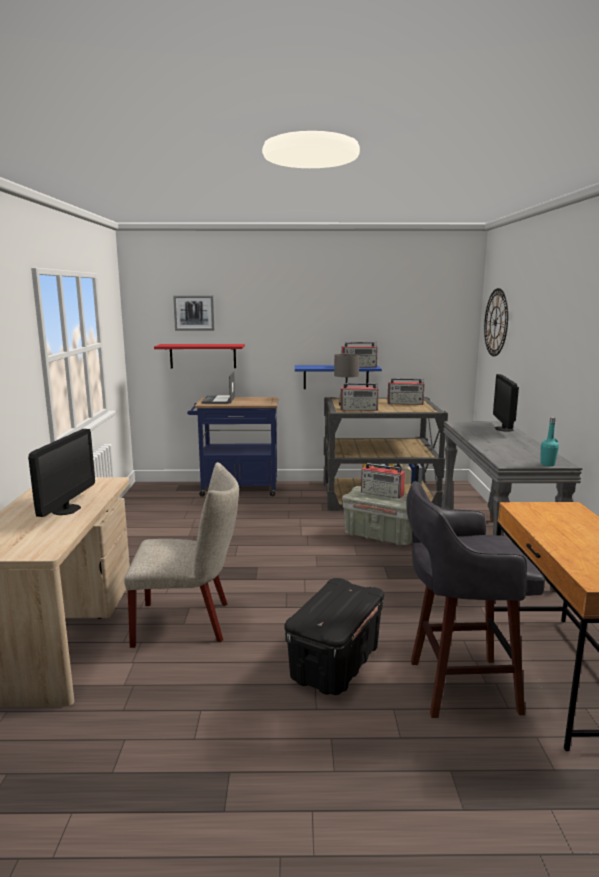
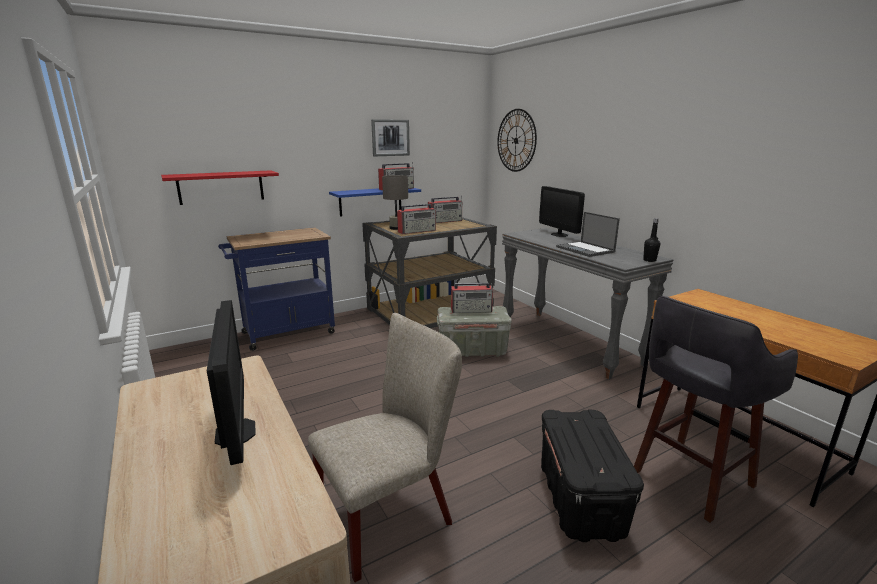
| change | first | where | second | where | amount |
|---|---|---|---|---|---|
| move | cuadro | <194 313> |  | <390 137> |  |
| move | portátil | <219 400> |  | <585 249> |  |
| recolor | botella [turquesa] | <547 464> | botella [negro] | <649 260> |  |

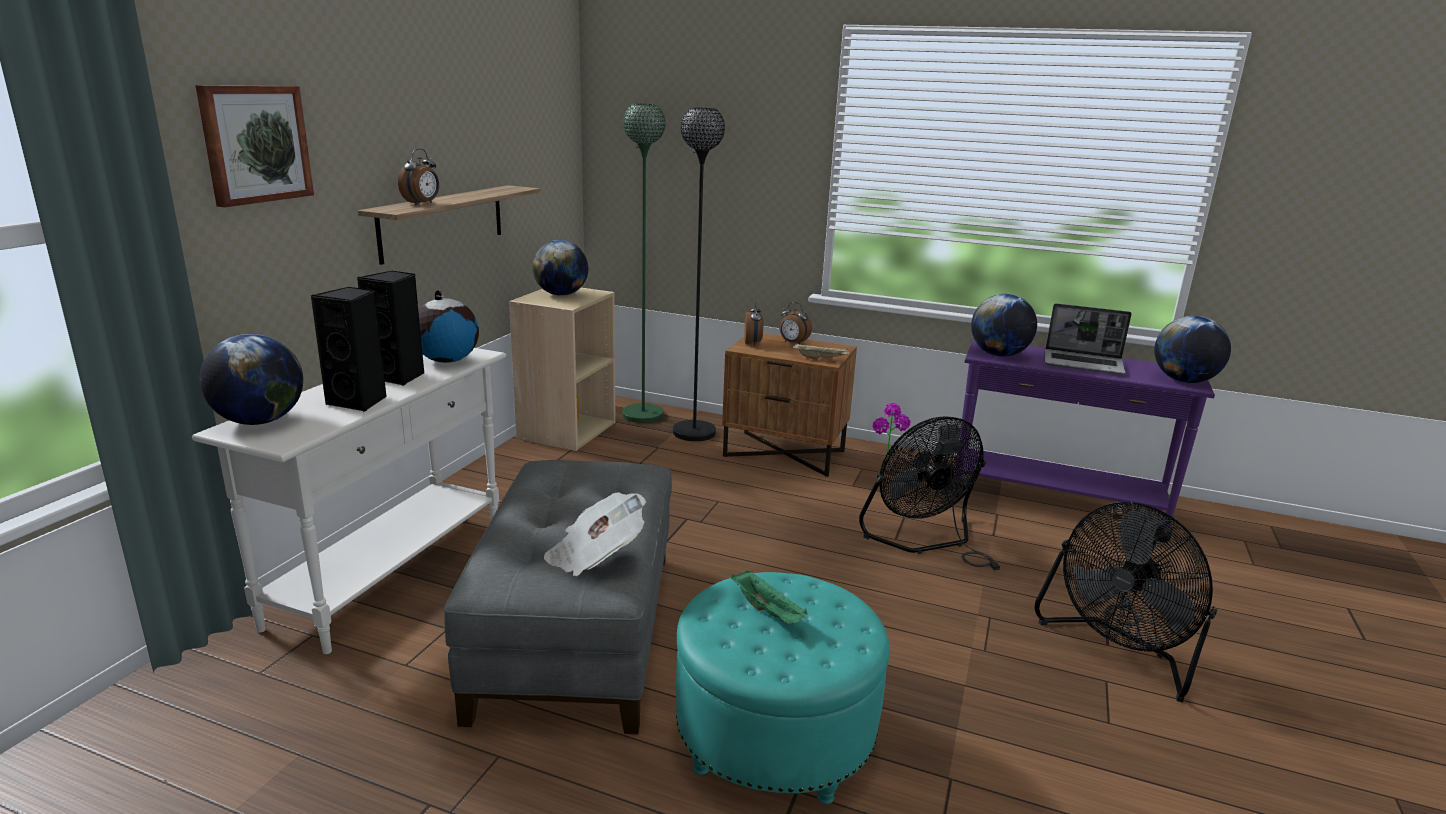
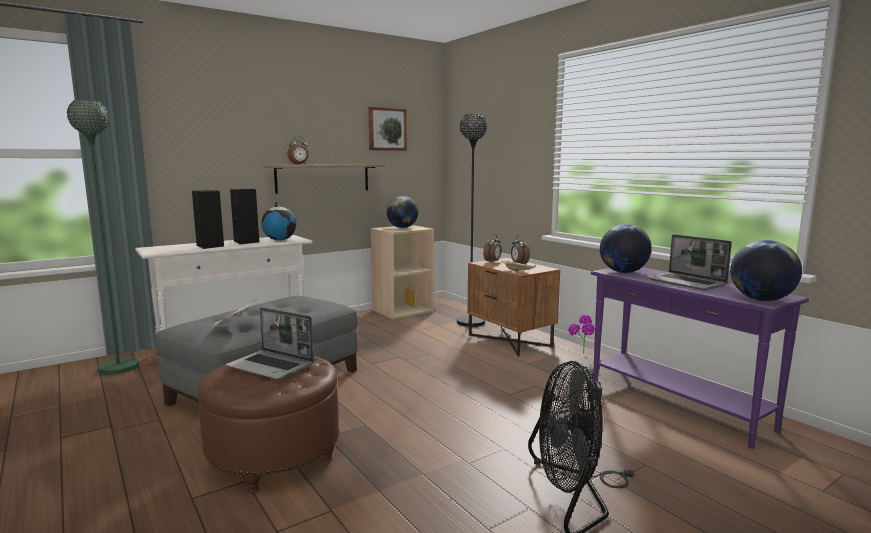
| change | first | where | second | where | amount |
|---|---|---|---|---|---|
| move | cuadro | <255 144> |  | <387 129> |  |
| move | lámpara de pie [verde] | <643 415> |  | <118 367> |  |
| delete | globo terráqueo | <259 421> |  |  |  |
| delete | ventilador [negro] | <933 540> |  |  |  |
| replace | bandeja [verde] | <768 611> | portátil | <272 366> |  |
| recolor | puf [turquesa] | <774 739> | puf [marrón] | <274 456> |  |

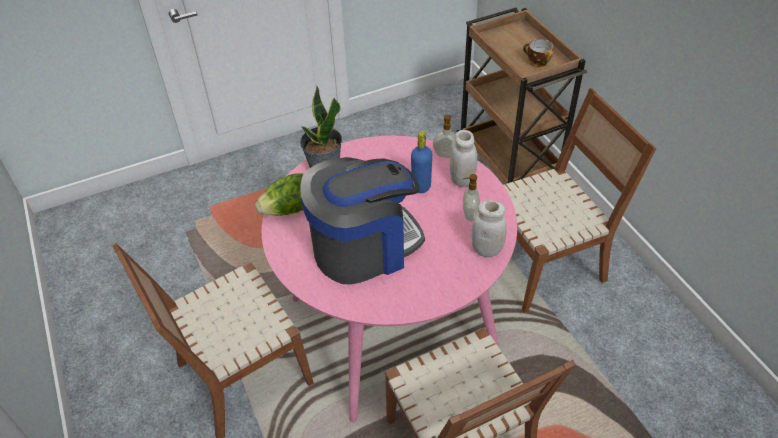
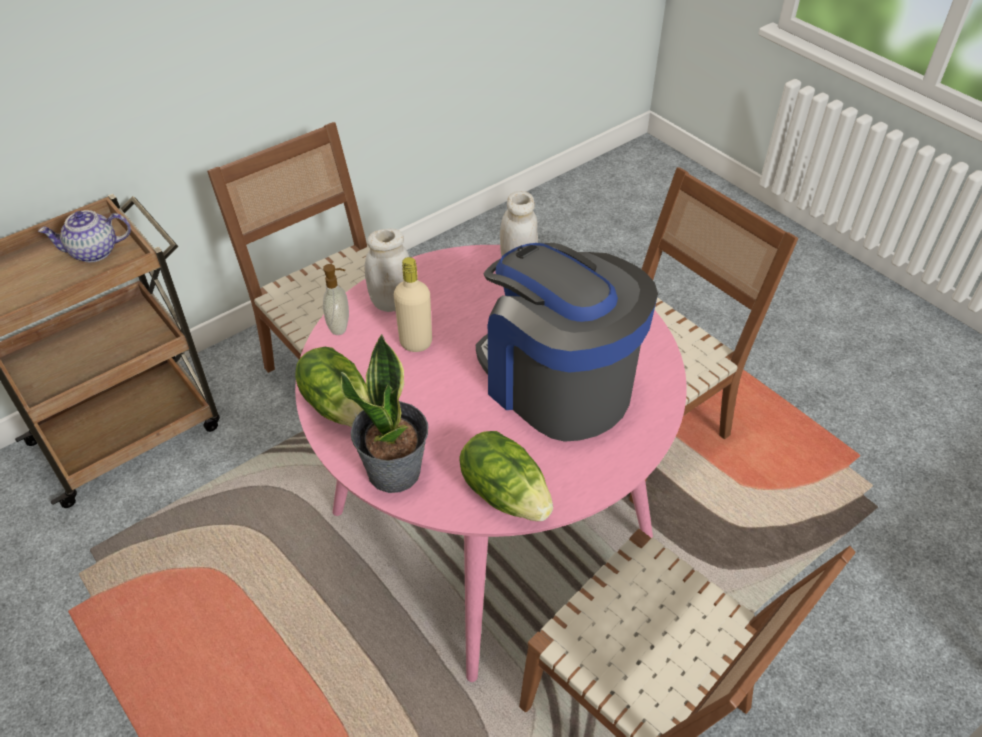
| change | first | where | second | where | amount |
|---|---|---|---|---|---|
| replace | taza | <537 62> | tetera | <94 252> |  |
| recolor | botella [azul] | <421 186> | botella [beis] | <416 343> |  |
| delete | dispensador de jabón | <469 214> |  |  |  |
| insert |  |  | lechuga | <339 406> |  |

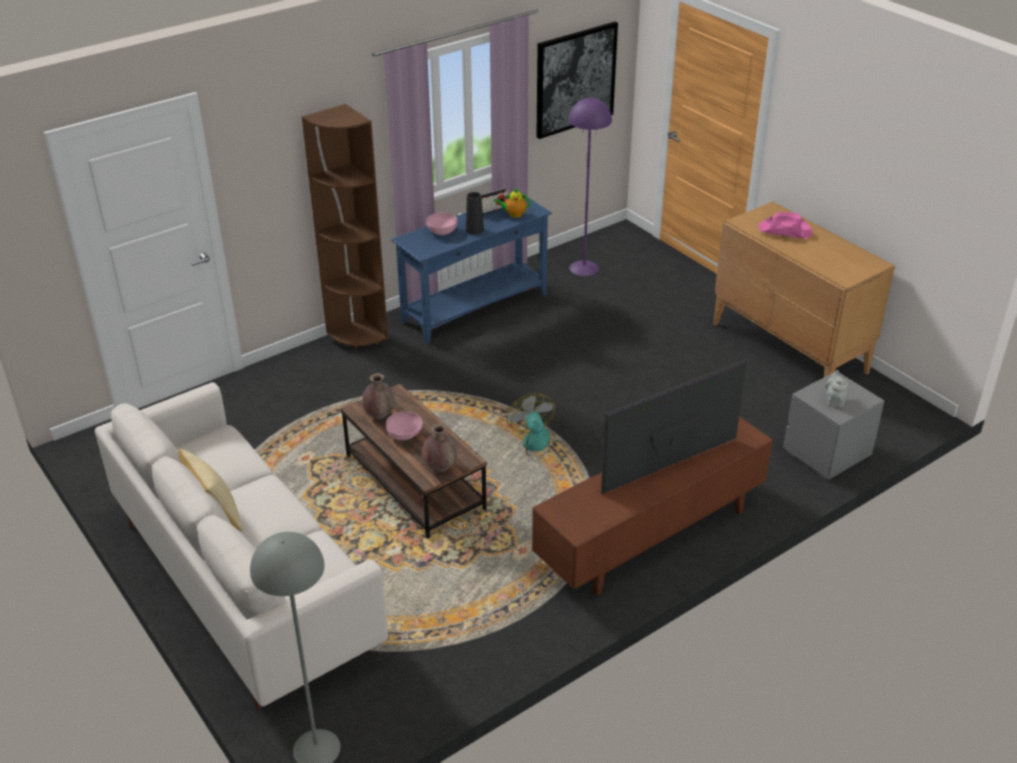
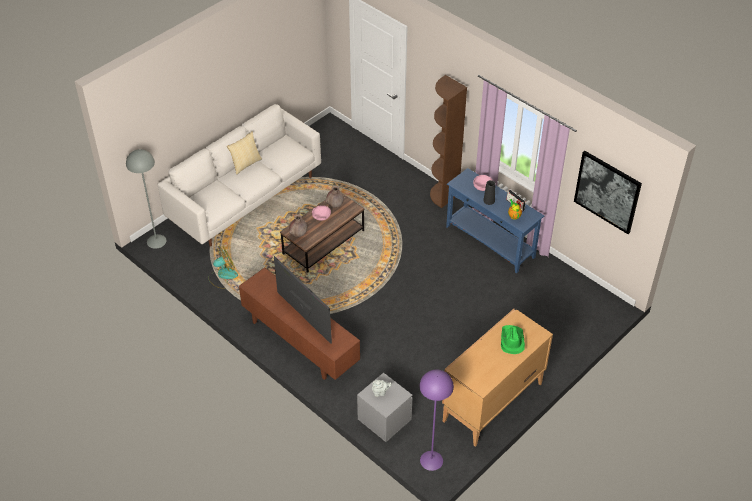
| change | first | where | second | where | amount |
|---|---|---|---|---|---|
| move | lámpara de pie [morado] | <584 268> |  | <431 460> |  |
| recolor | sombrero [rosa] | <785 231> | sombrero [verde] | <512 340> |  |
| move | ventilador | <539 446> |  | <222 276> |  |

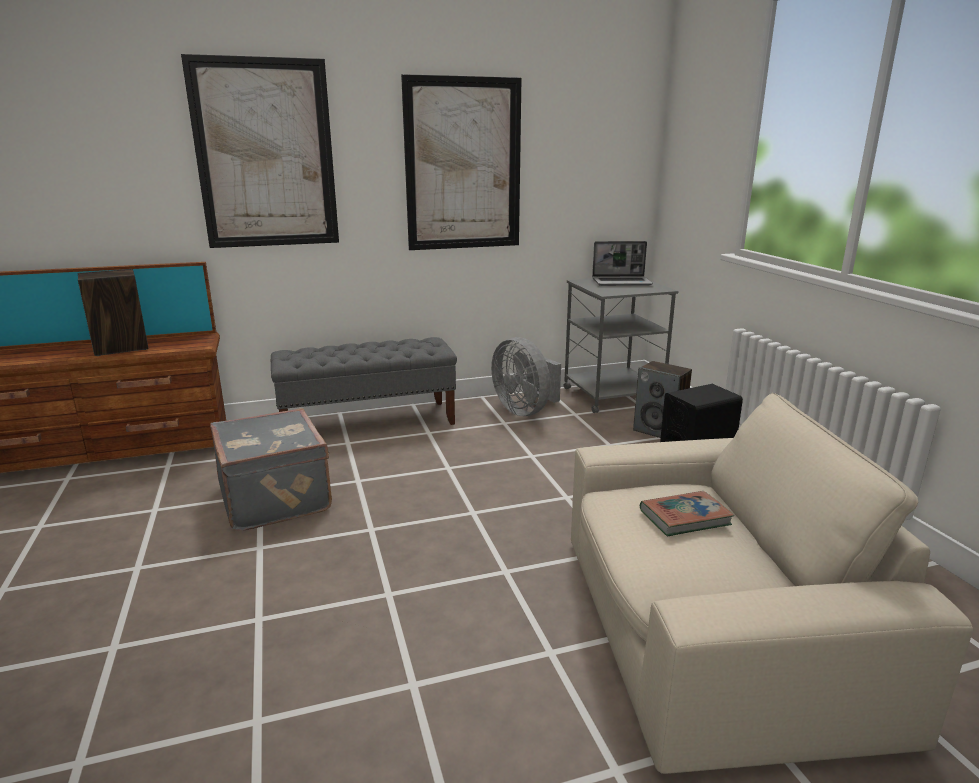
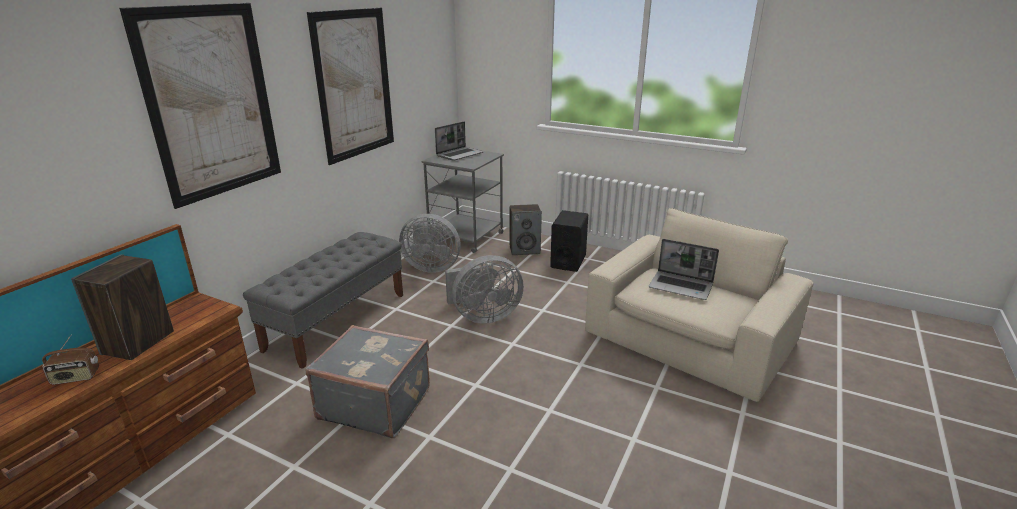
| change | first | where | second | where | amount |
|---|---|---|---|---|---|
| replace | libro | <685 518> | portátil | <681 286> |  |
| insert |  |  | ventilador [gris] | <483 316> |  |
| insert |  |  | radio | <75 378> |  |

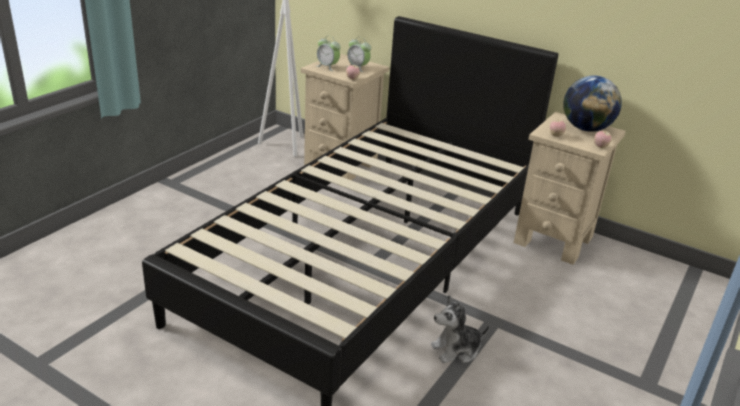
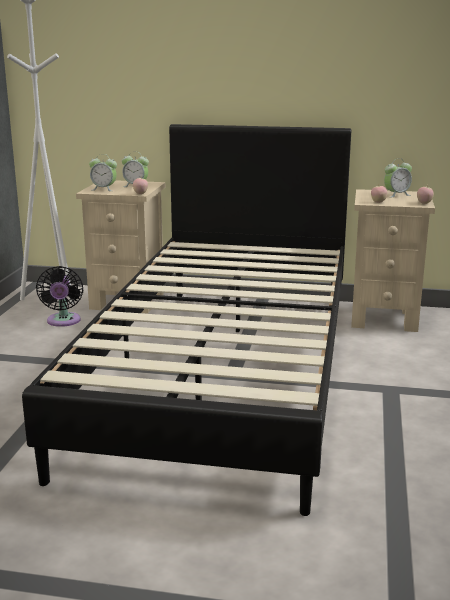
| change | first | where | second | where | amount |
|---|---|---|---|---|---|
| replace | globo terráqueo | <586 129> | despertador | <396 195> |  |
| delete | peluche | <456 350> |  |  |  |
| insert |  |  | ventilador [negro] | <63 321> |  |

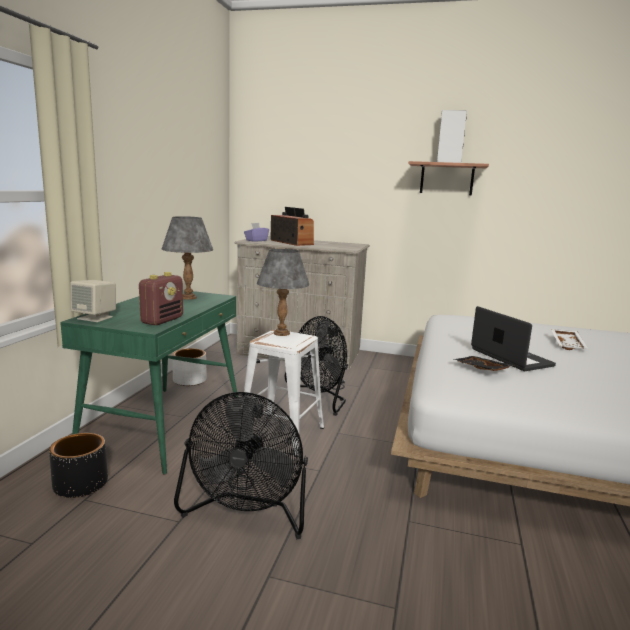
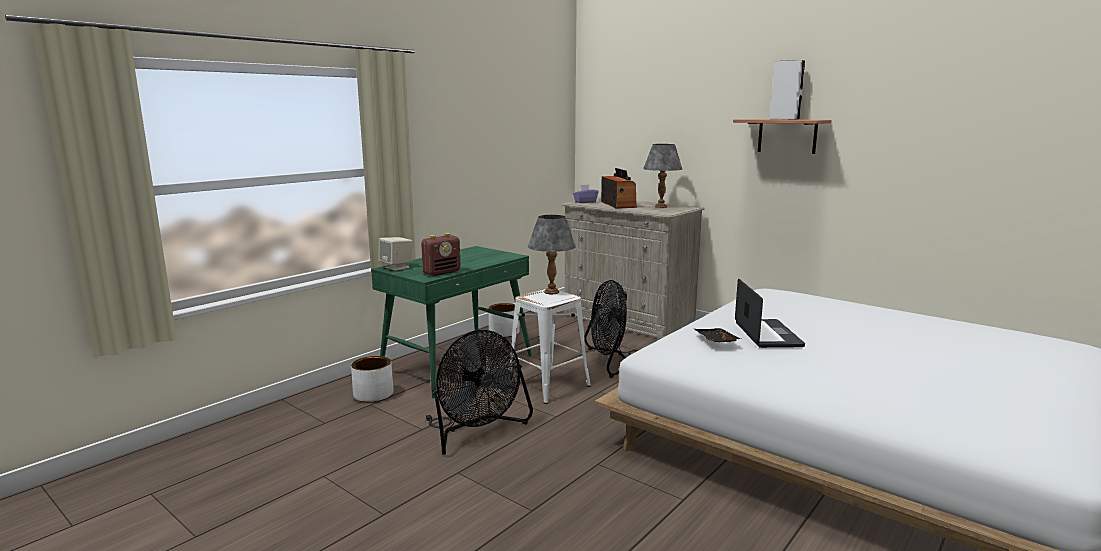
| change | first | where | second | where | amount |
|---|---|---|---|---|---|
| move | lámpara de mesa [gris] | <188 297> |  | <660 206> |  |
| delete | bandeja [blanco] | <568 345> |  |  |  |
| rotate | ventilador [negro] | <243 510> |  | <472 431> | 75 degrees counterclockwise |
| recolor | maceta [negro] | <80 484> | maceta [blanco] | <373 395> |  |

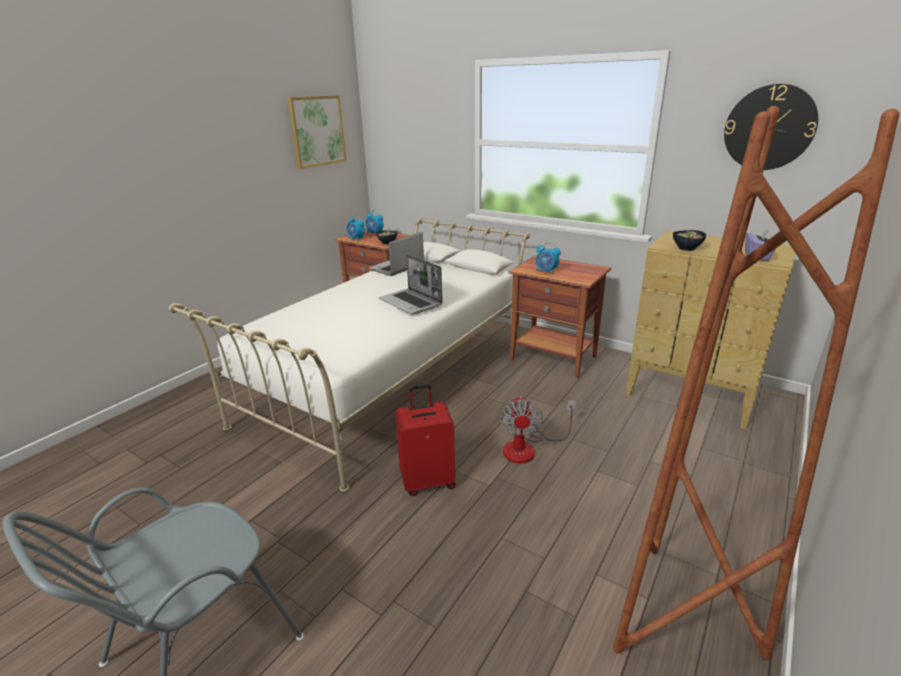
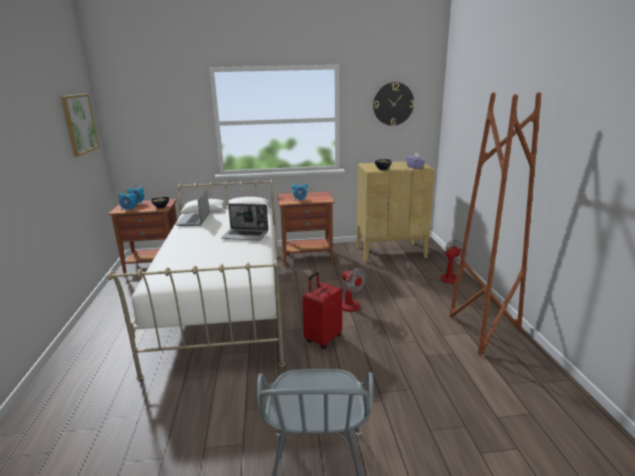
| change | first | where | second | where | amount |
|---|---|---|---|---|---|
| insert |  |  | ventilador | <442 279> |  |

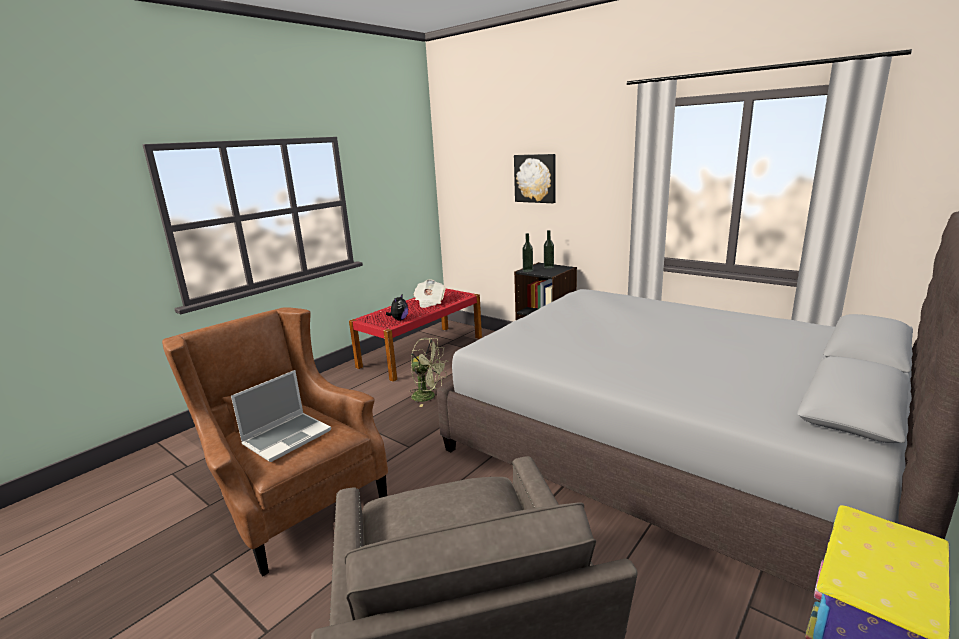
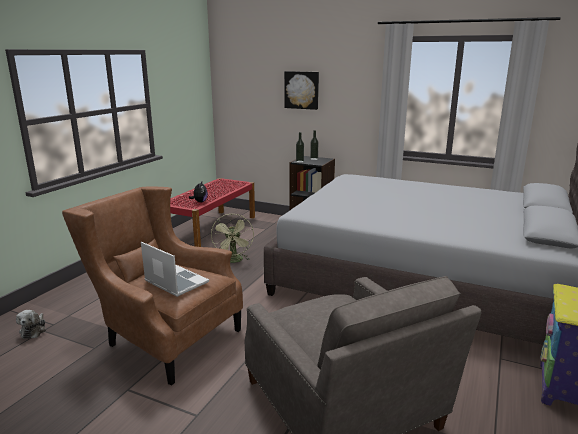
| change | first | where | second | where | amount |
|---|---|---|---|---|---|
| delete | periódico | <429 302> |  |  |  |
| rotate | ventilador [verde] | <428 397> |  | <234 261> | 75 degrees clockwise |
| rotate | portátil | <287 437> |  | <175 282> | 75 degrees counterclockwise |
| insert |  |  | peluche | <34 330> |  |

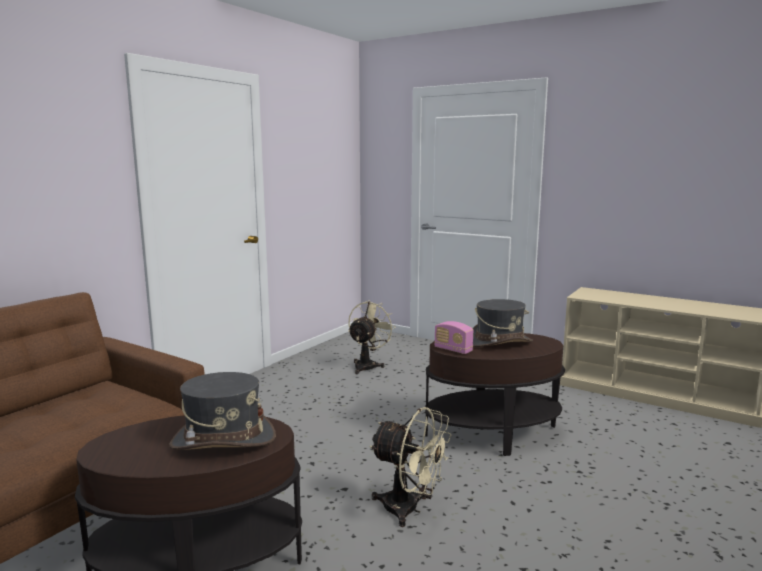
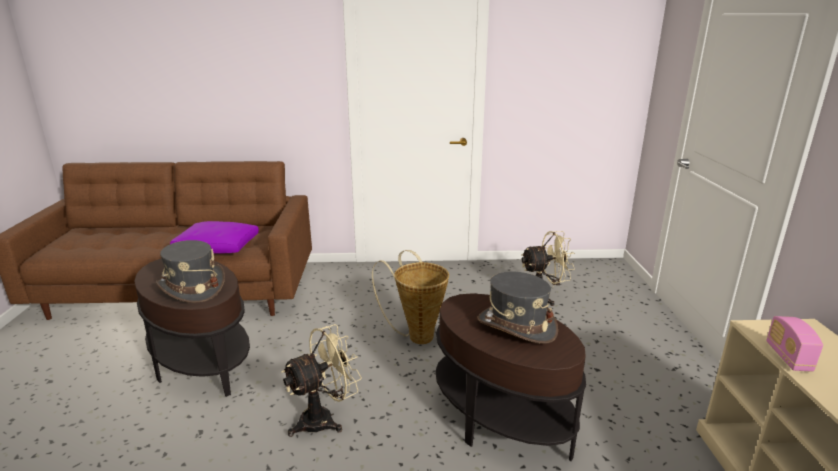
| change | first | where | second | where | amount |
|---|---|---|---|---|---|
| move | radio | <453 350> |  | <788 357> |  |
| rotate | ventilador [beis] | <409 509> |  | <324 418> | 120 degrees counterclockwise |
| insert |  |  | cojín [morado] | <218 247> |  |
| insert |  |  | cesta | <417 335> |  |

